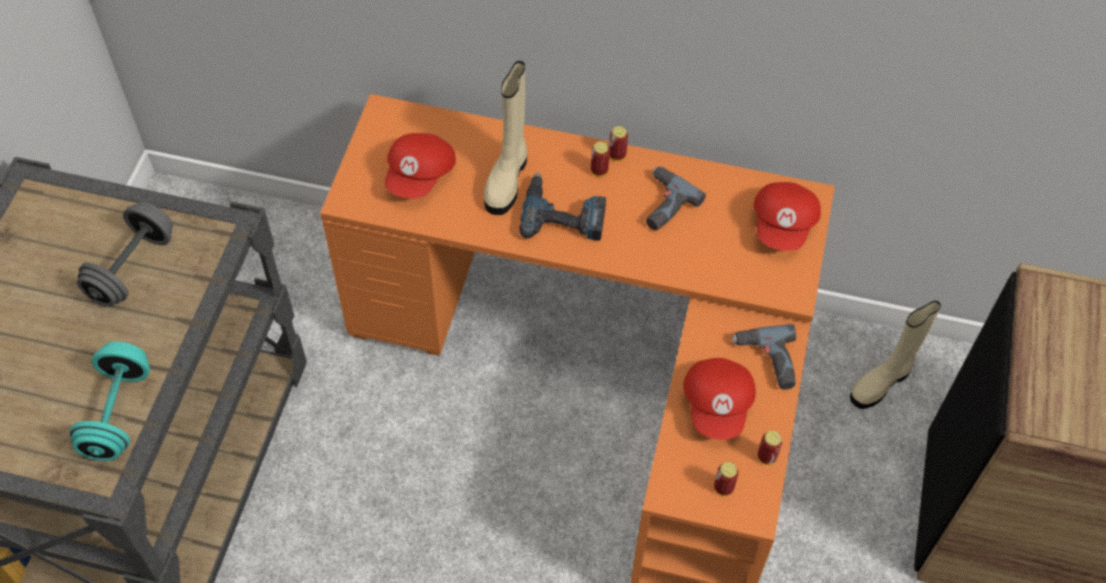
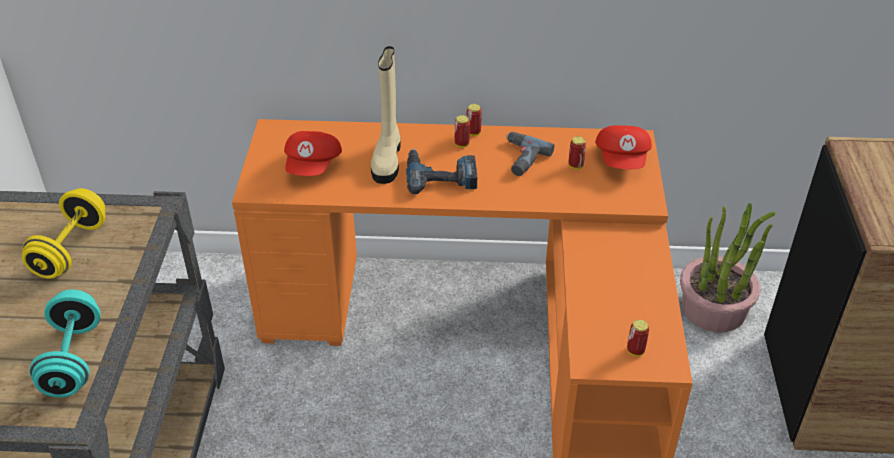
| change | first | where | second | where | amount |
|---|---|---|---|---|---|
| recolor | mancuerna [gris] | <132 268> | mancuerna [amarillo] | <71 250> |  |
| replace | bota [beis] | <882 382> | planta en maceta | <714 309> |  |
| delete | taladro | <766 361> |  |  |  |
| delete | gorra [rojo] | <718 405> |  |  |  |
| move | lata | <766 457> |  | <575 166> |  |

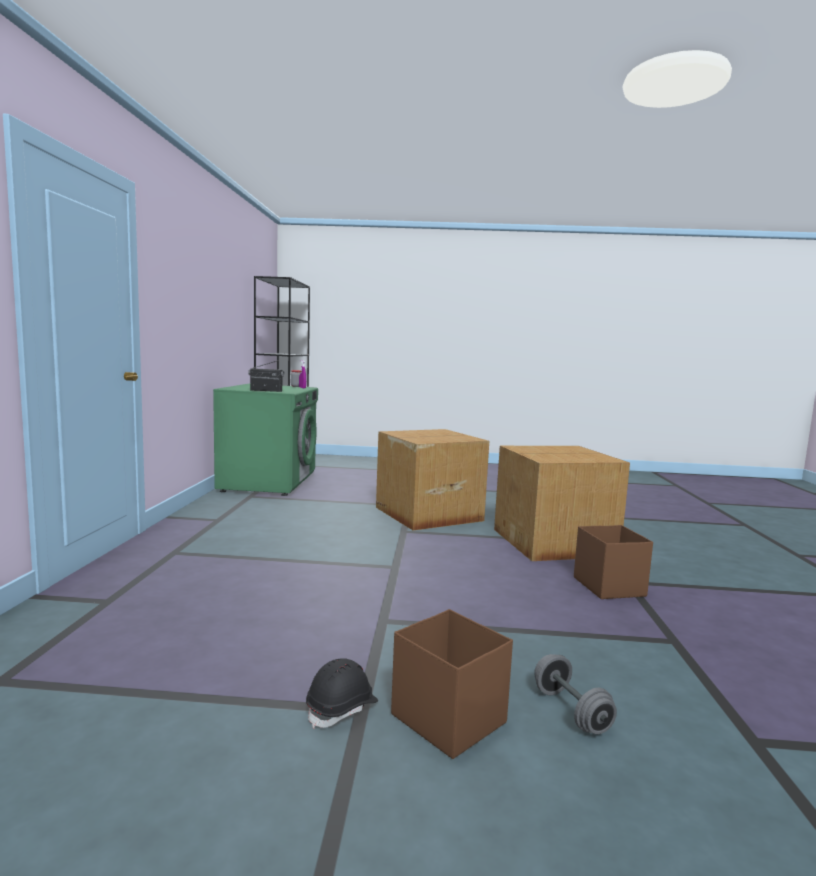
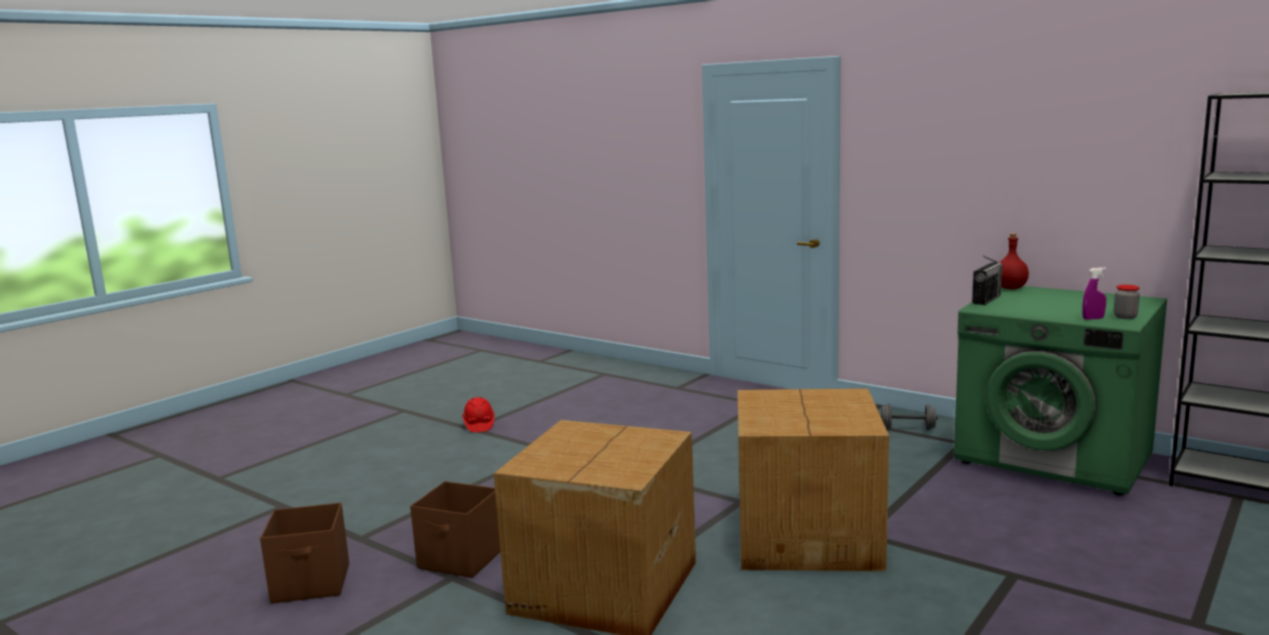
| change | first | where | second | where | amount |
|---|---|---|---|---|---|
| move | caja de almacenaje [marrón] | <447 718> |  | <312 584> |  |
| move | mancuerna [gris] | <571 711> |  | <907 429> |  |
| recolor | casco [negro] | <342 709> | casco [rojo] | <479 425> |  |
| insert |  |  | botella [rojo] | <1009 288> |  |

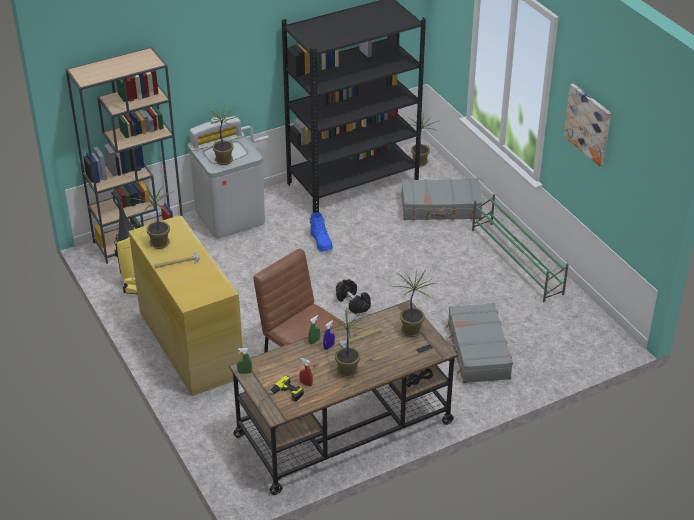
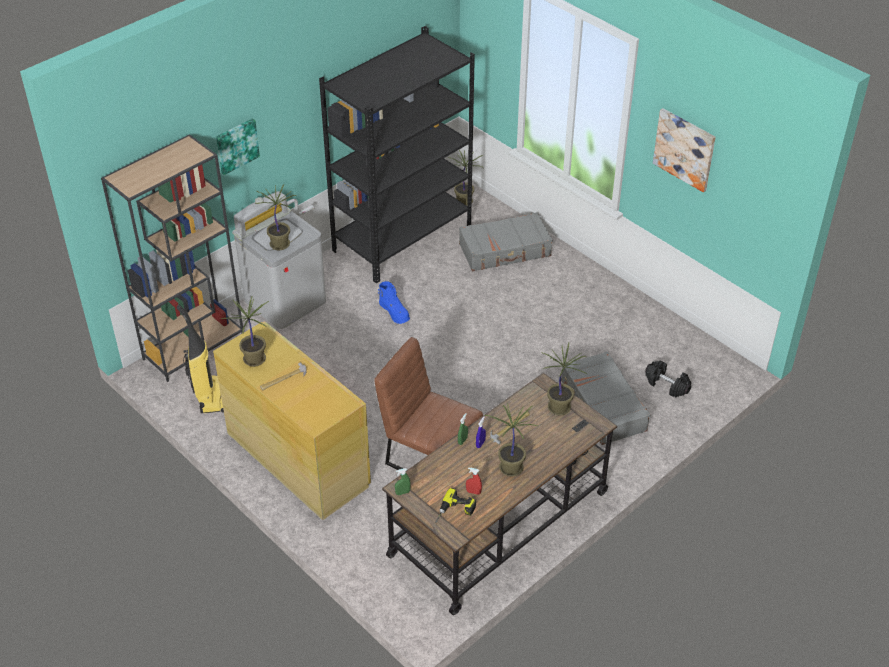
| change | first | where | second | where | amount |
|---|---|---|---|---|---|
| delete | zapatero [verde] | <516 261> |  |  |  |
| move | mancuerna [negro] | <352 303> |  | <666 385> |  |
| insert |  |  | cuadro | <236 145> |  |

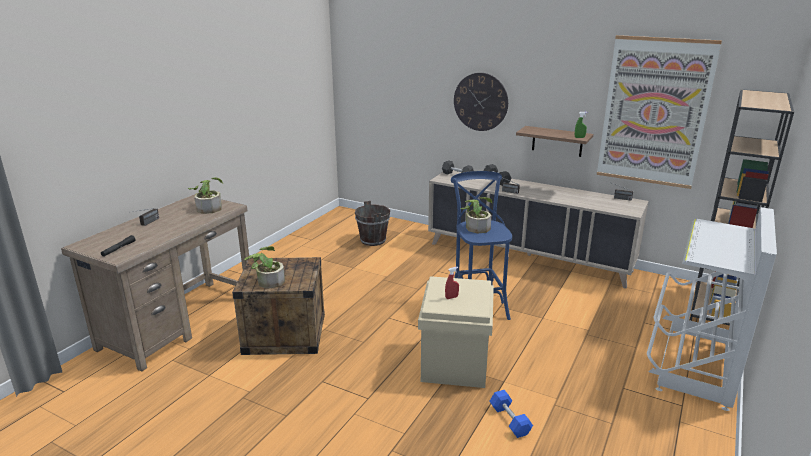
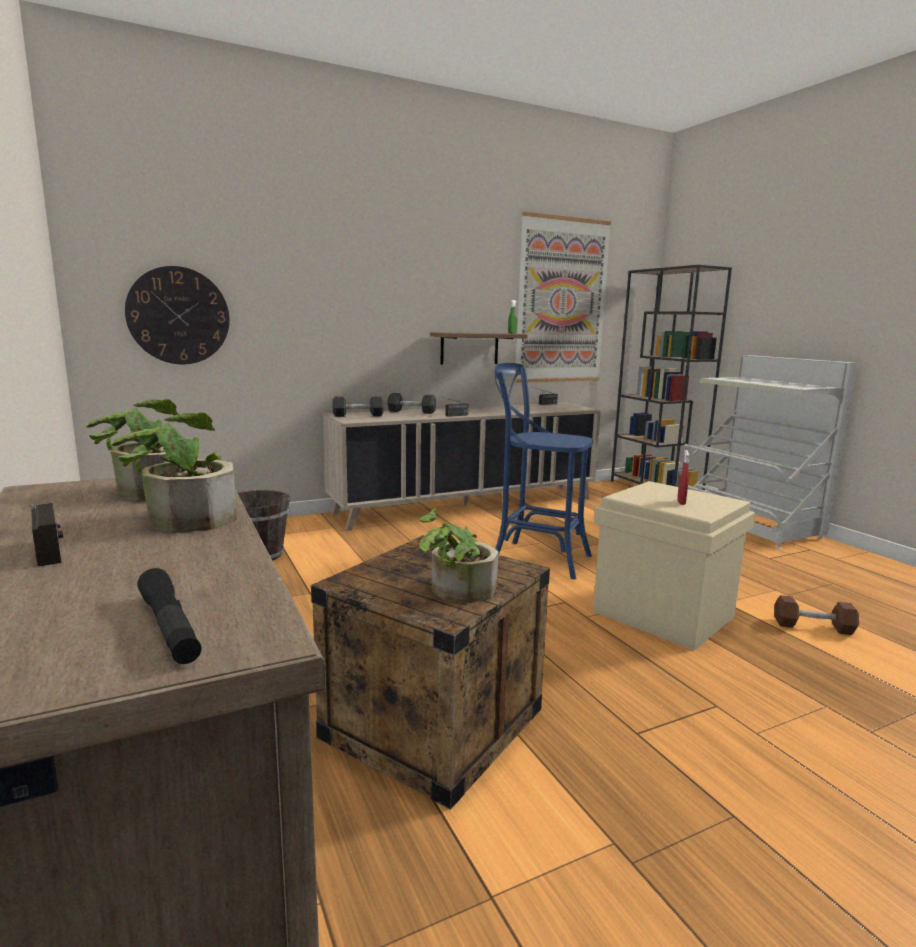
| change | first | where | second | where | amount |
|---|---|---|---|---|---|
| move | reloj de pared | <480 102> |  | <178 316> |  |
| move | planta en maceta | <476 227> |  | <183 517> |  |
| recolor | mancuerna [azul] | <509 420> | mancuerna [marrón] | <813 627> |  |

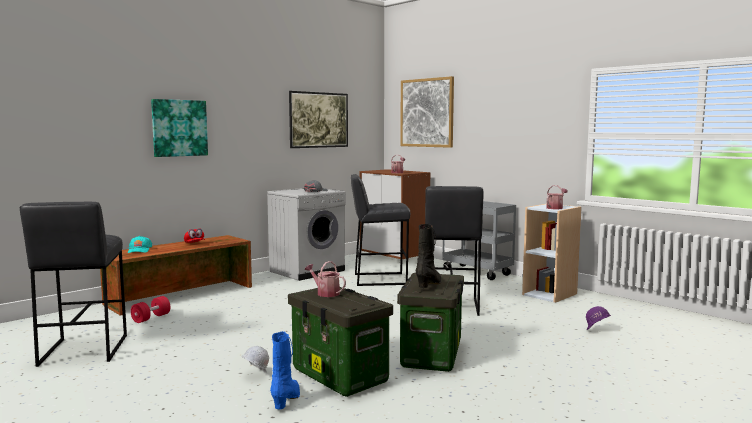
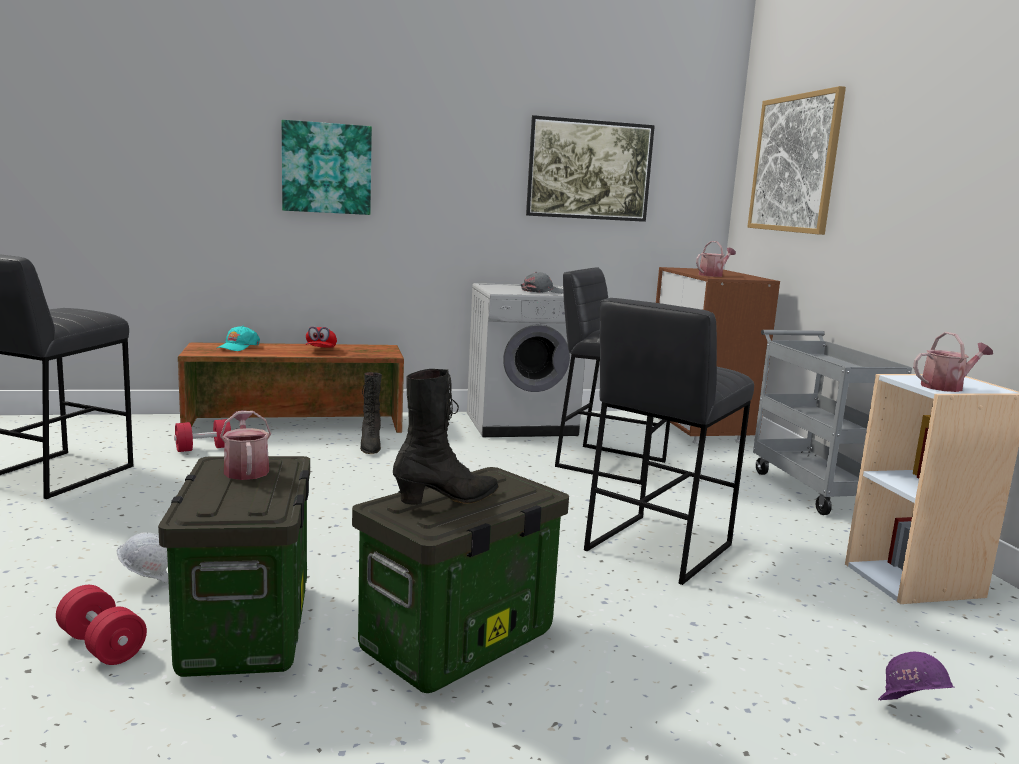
| change | first | where | second | where | amount |
|---|---|---|---|---|---|
| replace | bota [azul] | <287 400> | mancuerna [rojo] | <102 645> |  |
| insert |  |  | bota [negro] | <370 446> |  |

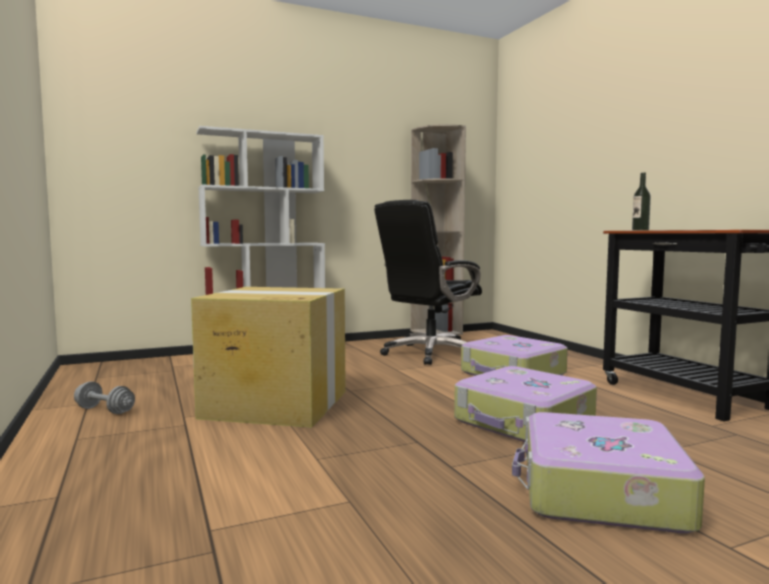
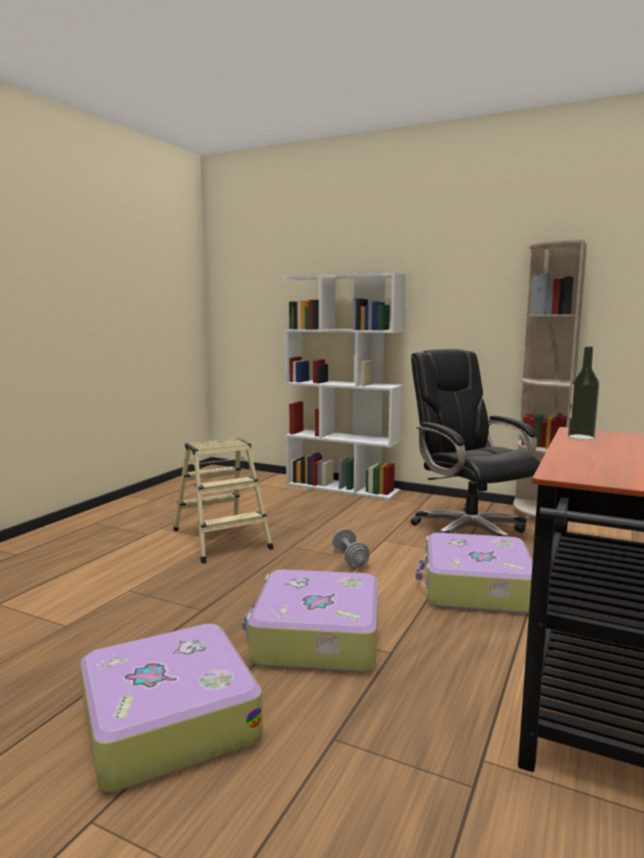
| change | first | where | second | where | amount |
|---|---|---|---|---|---|
| rotate | silla de oficina [negro] | <429 353> |  | <468 533> | 60 degrees clockwise |
| replace | caja de cartón | <274 404> | escalera de tijera [beis] | <221 538> |  |
| move | mancuerna [gris] | <105 410> |  | <350 559> |  |

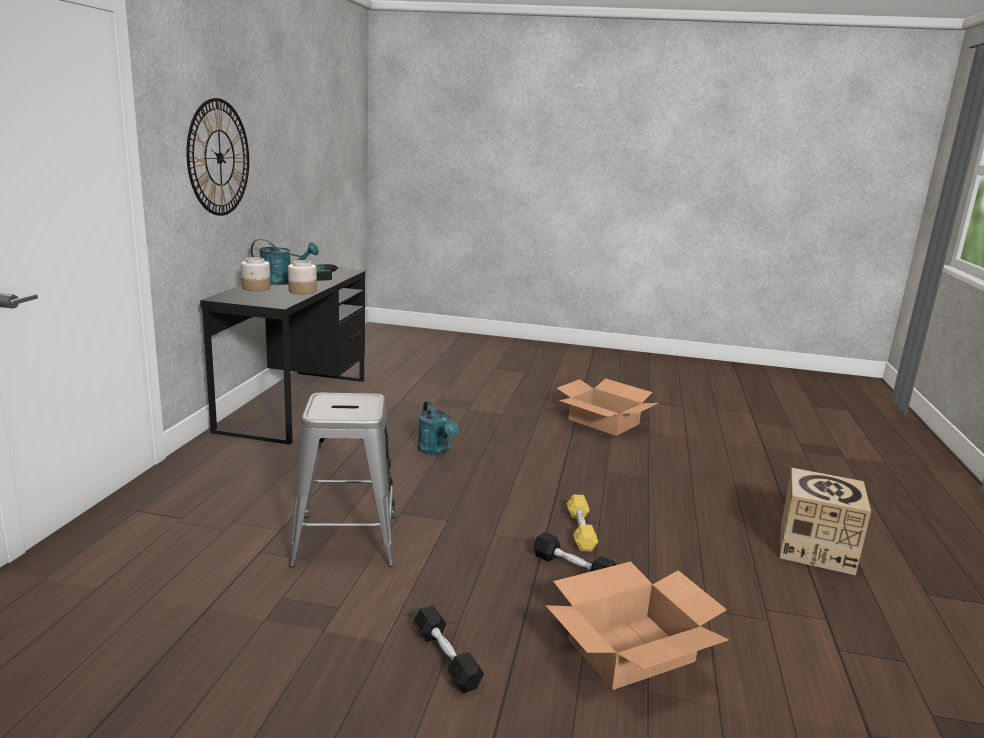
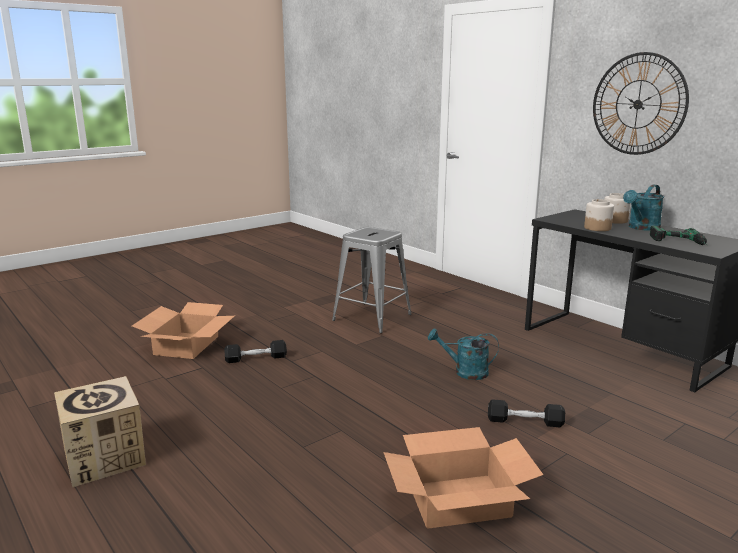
| change | first | where | second | where | amount |
|---|---|---|---|---|---|
| delete | mancuerna [amarillo] | <580 531> |  |  |  |
| move | mancuerna [negro] | <446 658> |  | <525 421> |  |

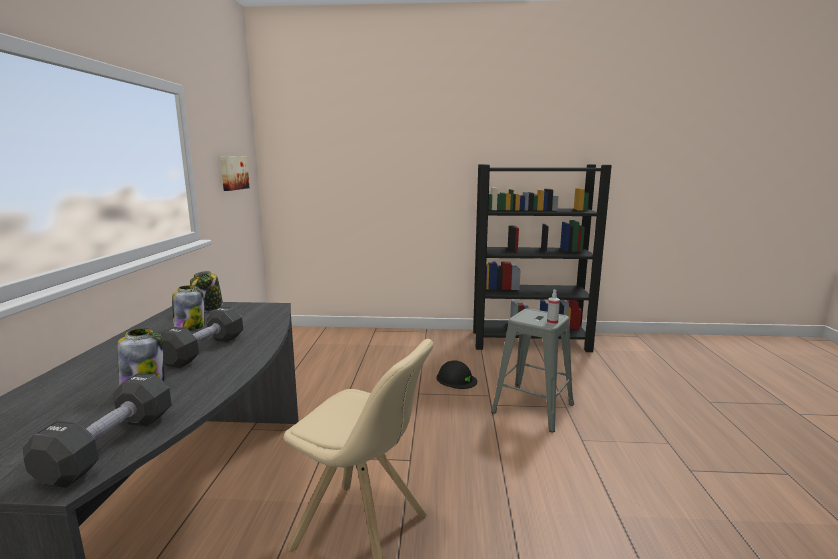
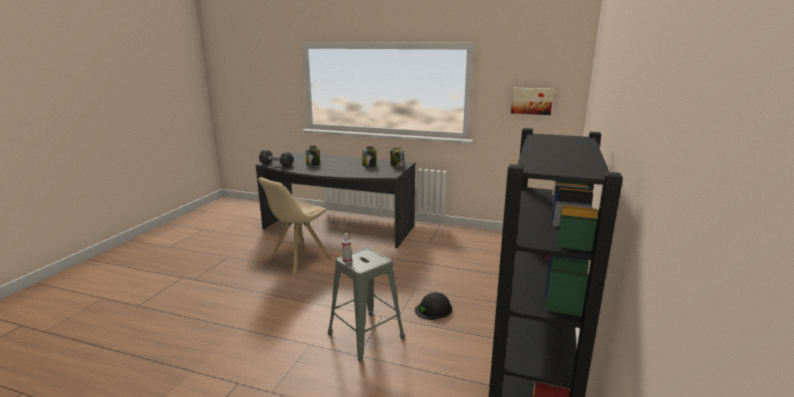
| change | first | where | second | where | amount |
|---|---|---|---|---|---|
| delete | mancuerna [negro] | <204 350> |  |  |  |

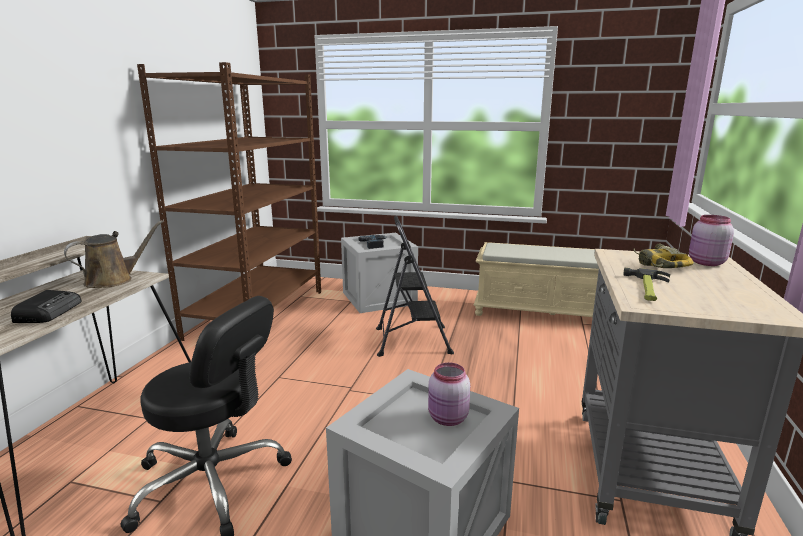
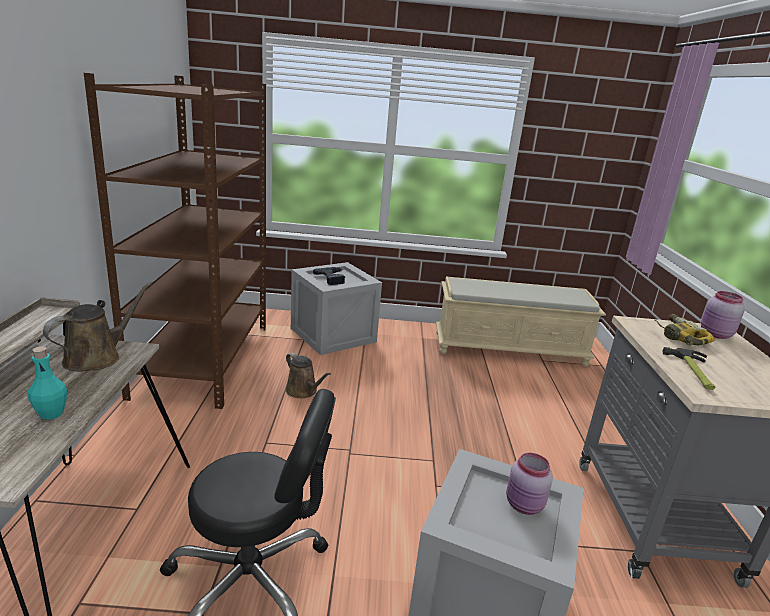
| change | first | where | second | where | amount |
|---|---|---|---|---|---|
| delete | escalera de tijera [negro] | <410 340> |  |  |  |
| replace | radio | <49 311> | botella [turquesa] | <51 413> |  |
| insert |  |  | regadera [marrón] | <303 391> |  |

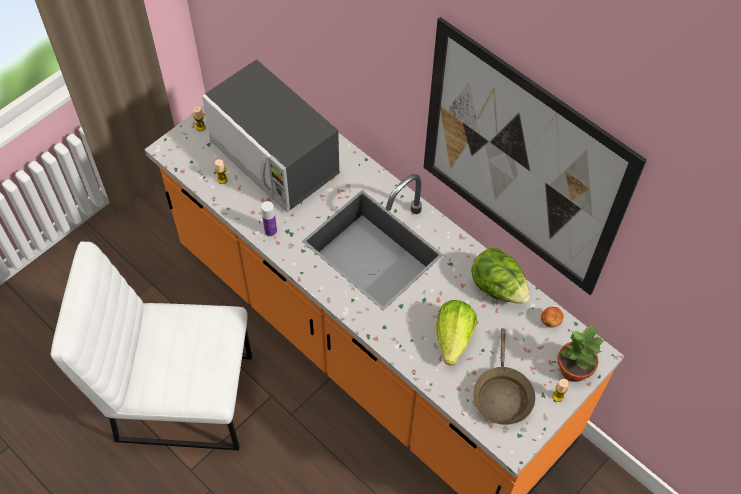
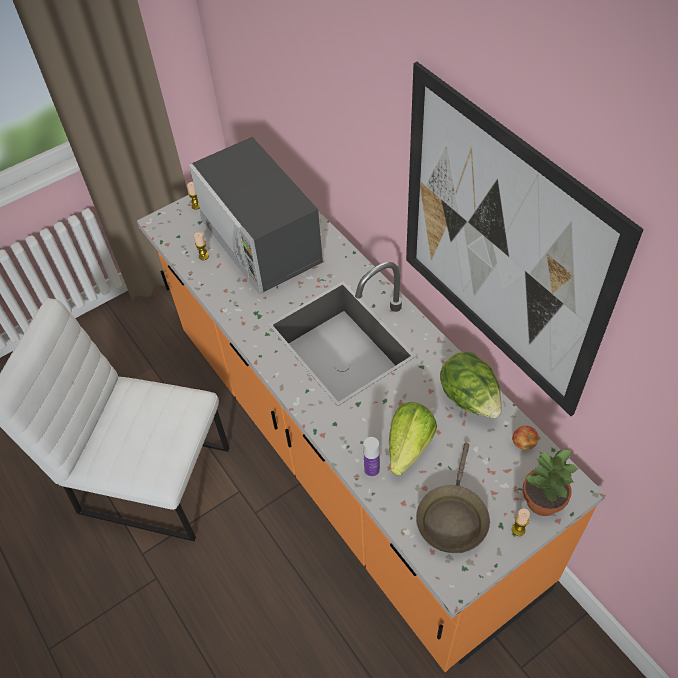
| change | first | where | second | where | amount |
|---|---|---|---|---|---|
| move | botella | <270 231> |  | <371 470> |  |

